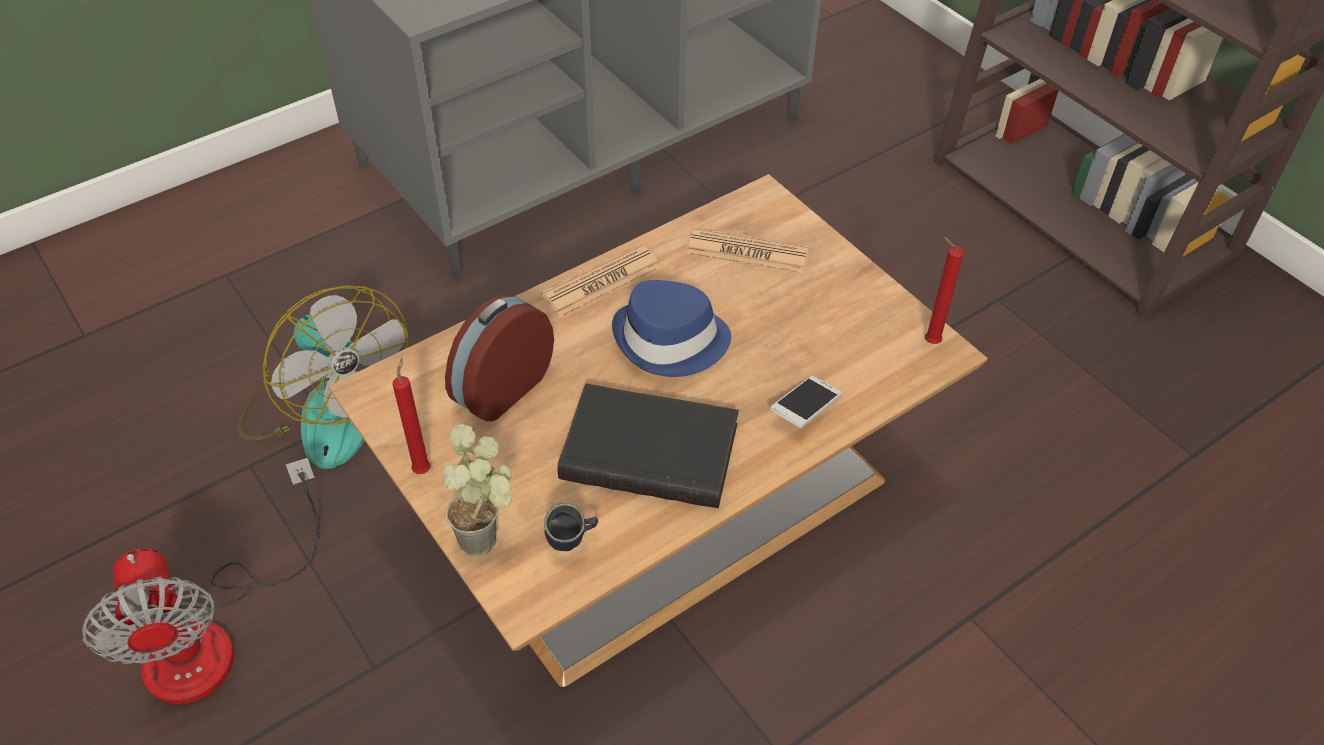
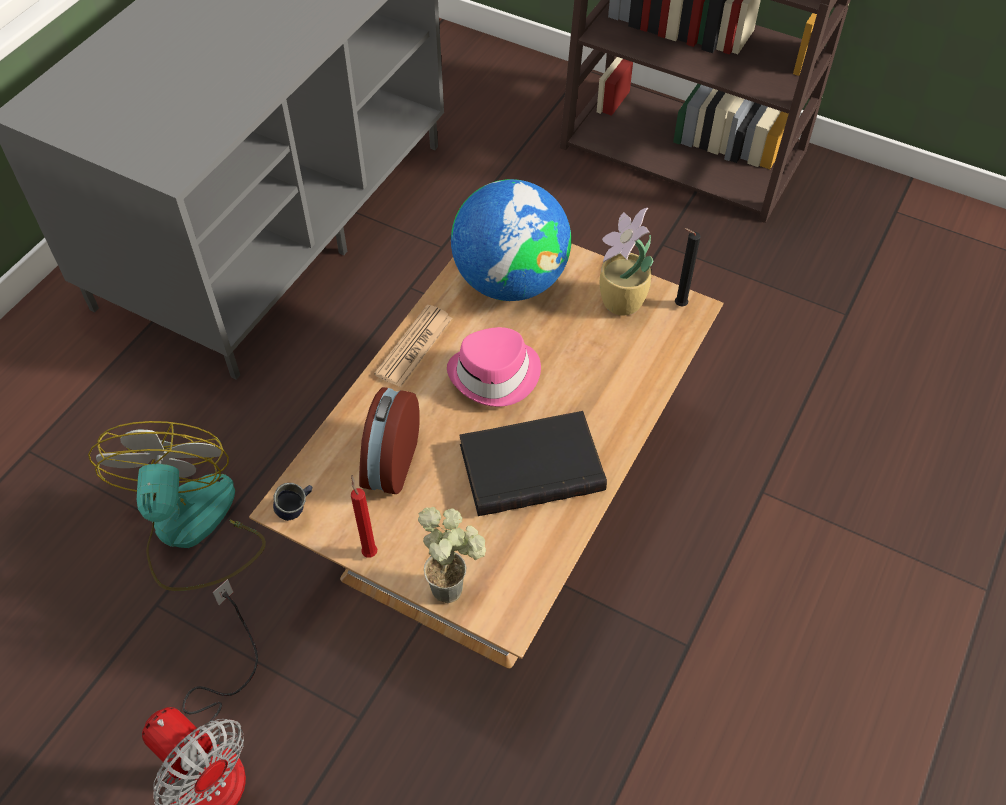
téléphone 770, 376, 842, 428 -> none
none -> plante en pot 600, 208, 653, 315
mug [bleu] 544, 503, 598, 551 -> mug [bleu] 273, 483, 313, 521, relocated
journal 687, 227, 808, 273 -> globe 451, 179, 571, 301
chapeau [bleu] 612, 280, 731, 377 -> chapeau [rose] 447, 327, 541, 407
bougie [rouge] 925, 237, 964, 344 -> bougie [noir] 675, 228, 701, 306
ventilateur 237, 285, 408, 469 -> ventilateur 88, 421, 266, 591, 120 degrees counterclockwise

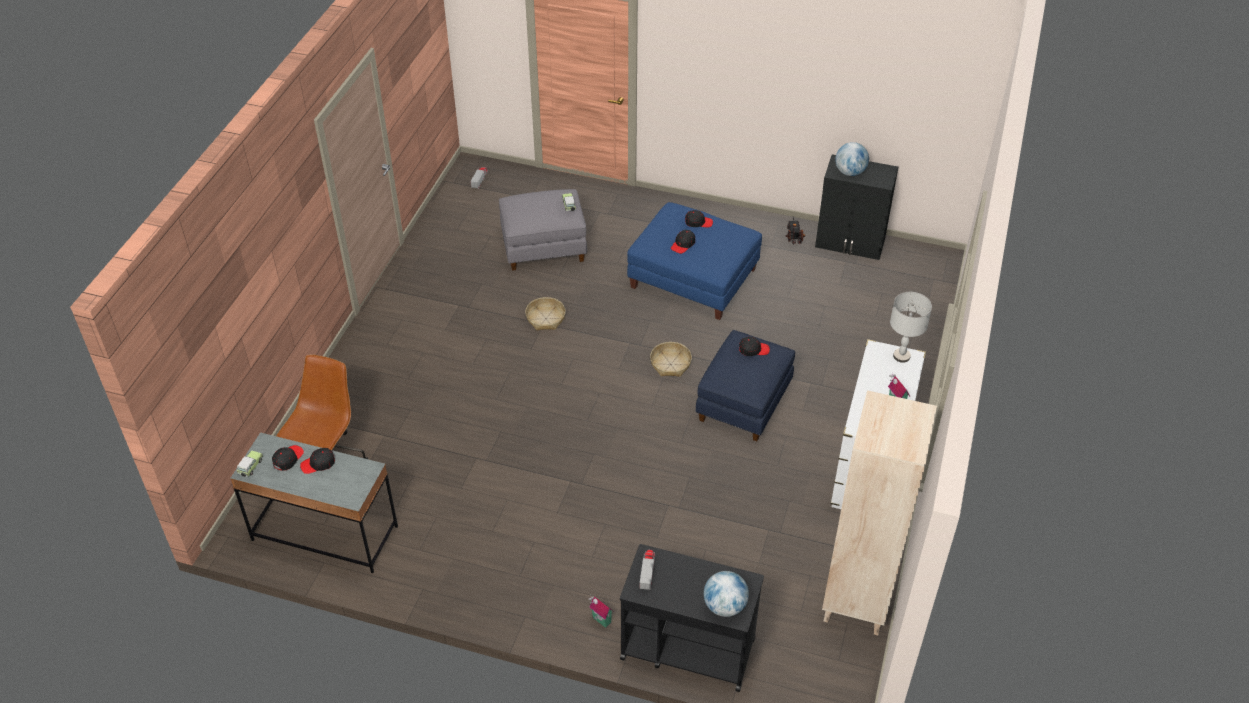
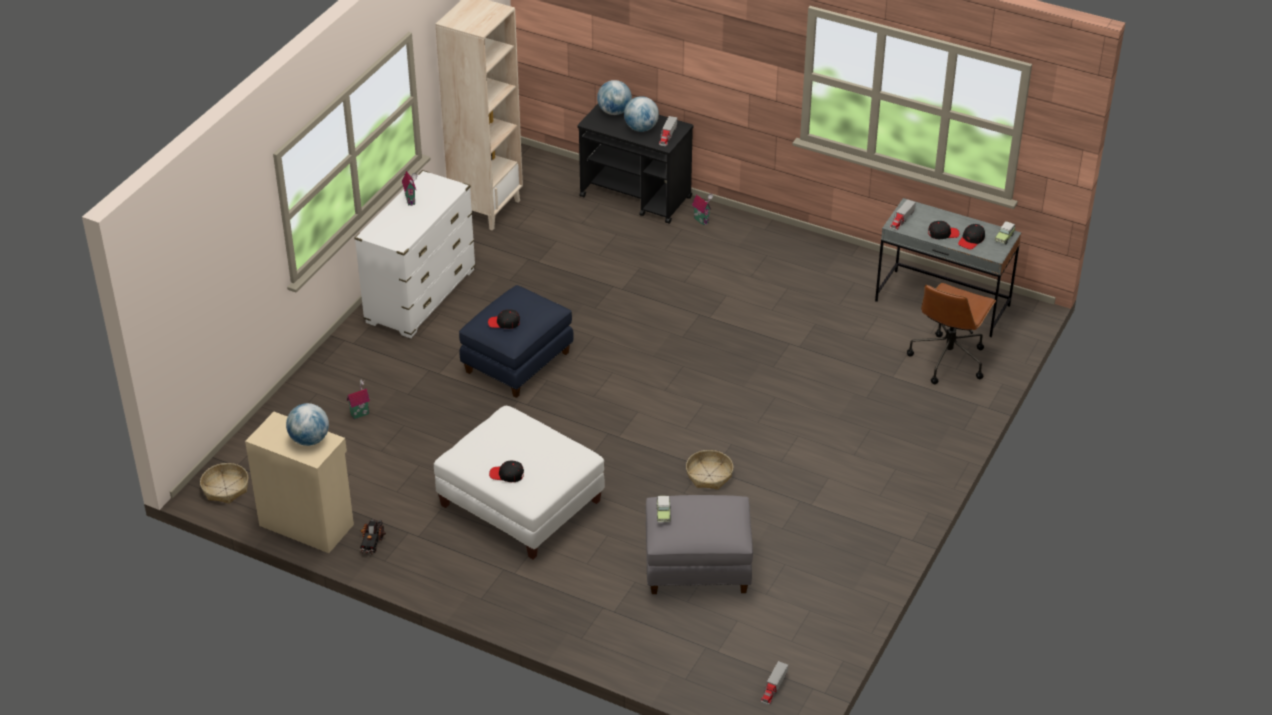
casquette [noir] 671, 230, 695, 254 -> none
lampe de table [gris] 890, 292, 932, 363 -> none
none -> maison miniature 347, 379, 370, 419
none -> globe 624, 96, 659, 132
none -> camion jouet 890, 199, 916, 231
panier 650, 342, 692, 377 -> panier 200, 463, 248, 504, relocated
pouf [bleu] 627, 202, 762, 320 -> pouf [blanc] 434, 406, 605, 559
meuble de rangement [noir] 815, 154, 898, 260 -> meuble de rangement [beige] 245, 412, 354, 553

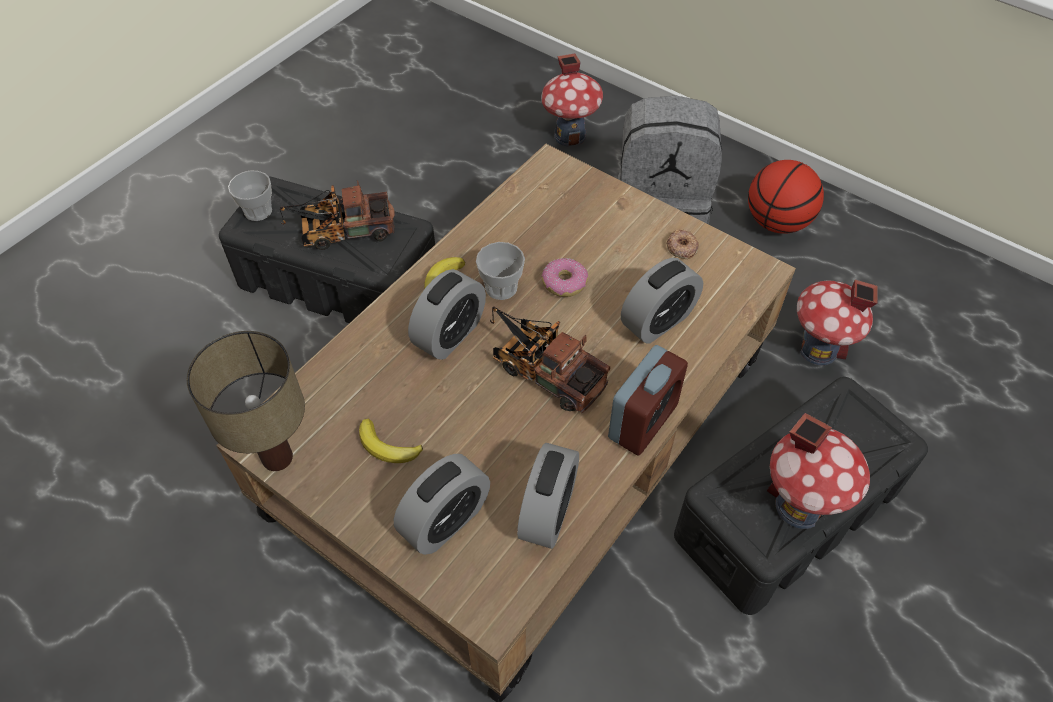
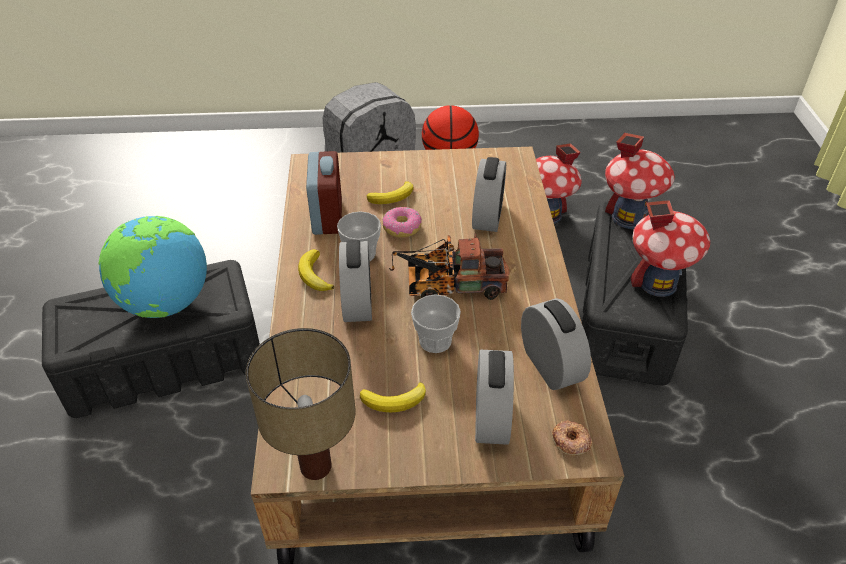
none -> banane 367, 181, 413, 204
tasse 228, 170, 272, 221 -> tasse 411, 294, 461, 353, relocated
maison miniature 541, 54, 603, 147 -> maison miniature 605, 133, 675, 229, relocated
réveil 608, 345, 688, 455 -> réveil 306, 151, 342, 235, relocated
beignet 666, 230, 699, 259 -> beignet 552, 420, 592, 456, relocated
camion jouet 280, 180, 395, 250 -> globe 99, 216, 207, 318

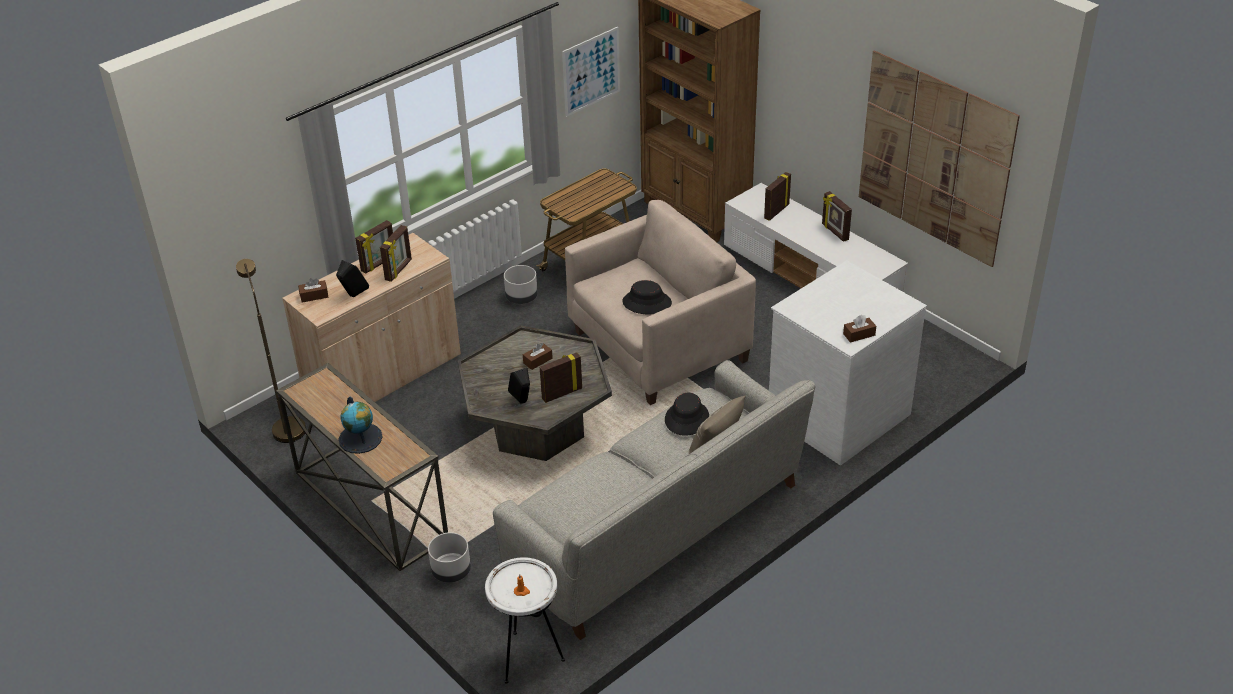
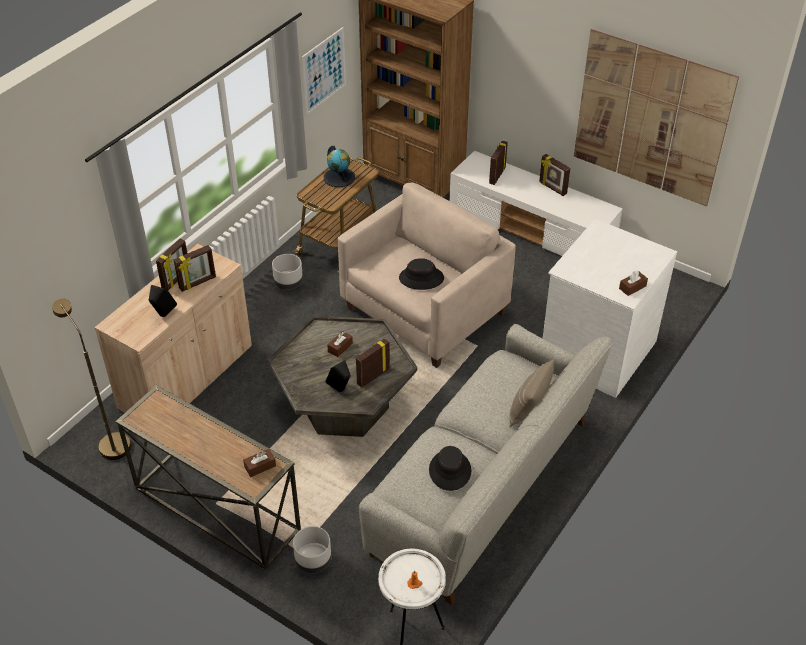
boîte à mouchoirs [marron] 298, 278, 328, 302 -> boîte à mouchoirs [marron] 243, 449, 276, 477, relocated
globe 339, 397, 383, 454 -> globe 324, 146, 355, 187, relocated
chapeau [noir] 665, 393, 709, 436 -> chapeau [noir] 429, 446, 471, 491, relocated
cadre photo 380, 225, 412, 282 -> cadre photo 173, 245, 216, 292, 45 degrees clockwise

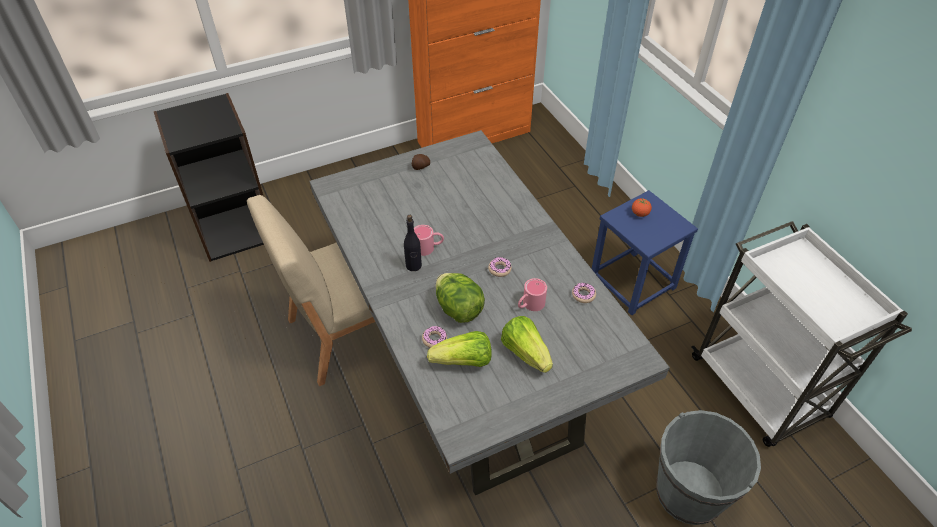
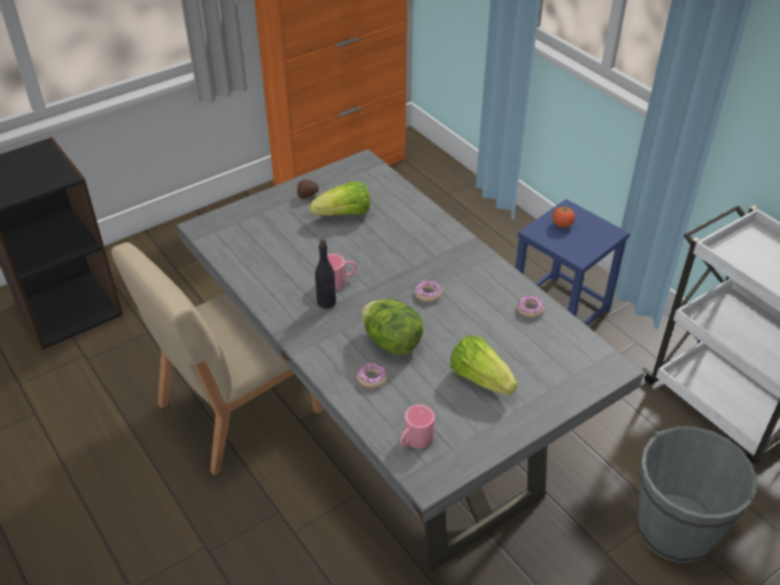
laitue 427, 331, 492, 367 -> laitue 310, 181, 371, 216, relocated
mug [rose] 518, 278, 547, 311 -> mug [rose] 400, 405, 435, 448, relocated

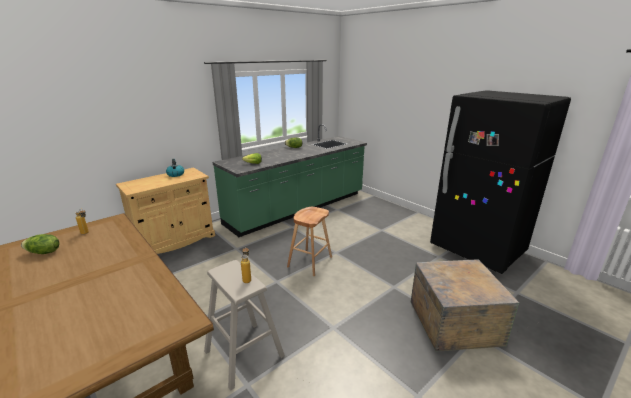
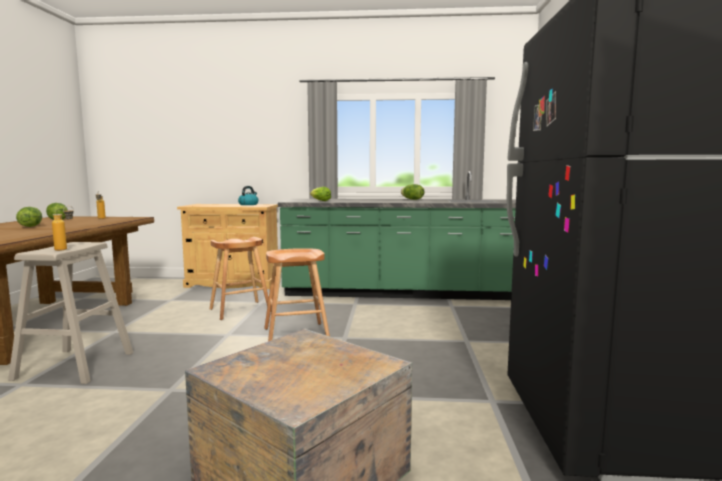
none -> laitue 16, 207, 42, 227
none -> tabouret [marron] 210, 237, 269, 320

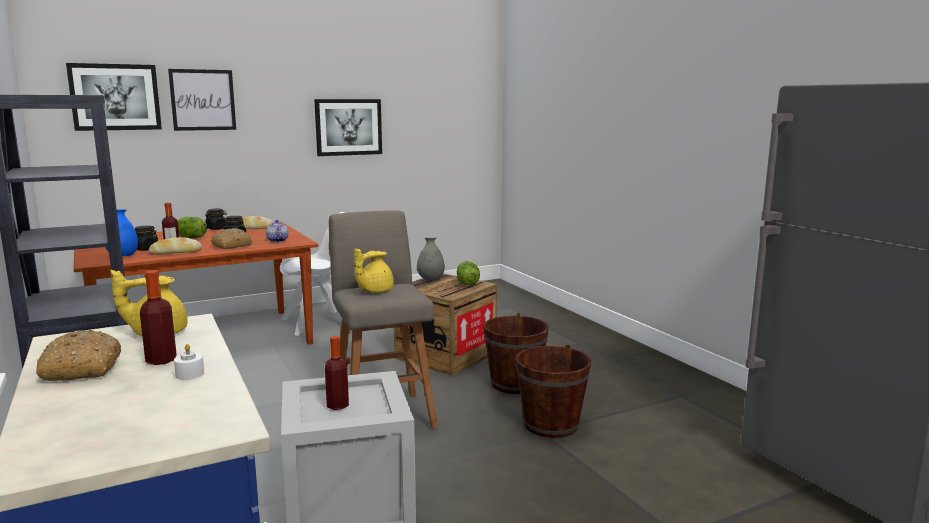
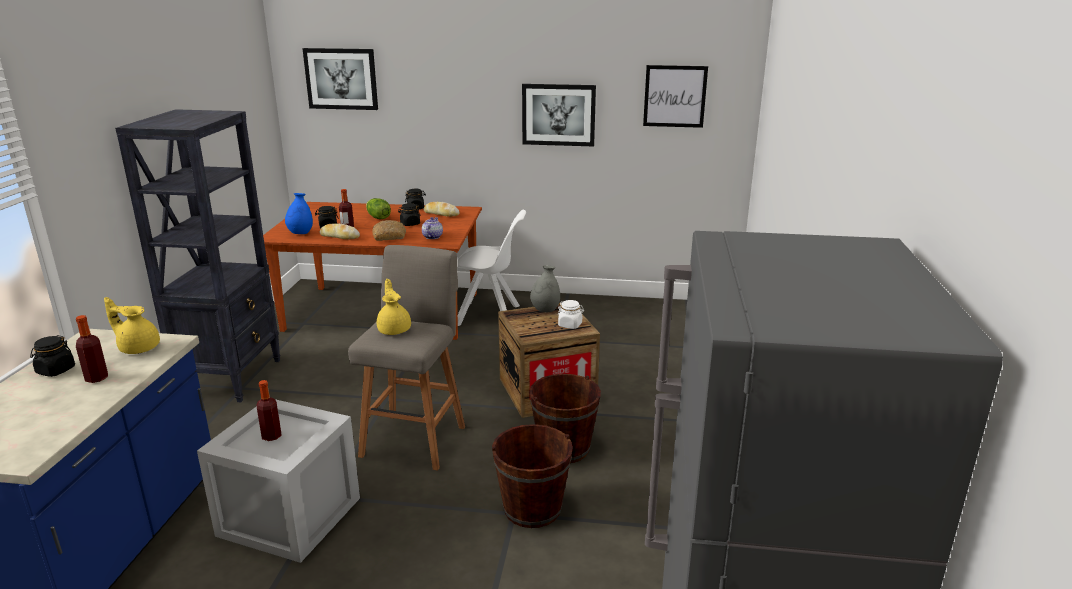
bougie [blanc] 174, 344, 204, 380 -> none
tableau 168, 69, 236, 131 -> tableau 643, 65, 708, 128, relocated
pain 36, 330, 121, 381 -> bocal [noir] 30, 335, 75, 377
laitue 457, 261, 480, 285 -> bocal [blanc] 557, 300, 584, 329
théière [jaune] 354, 248, 394, 293 -> théière [jaune] 377, 279, 411, 335, 90 degrees clockwise

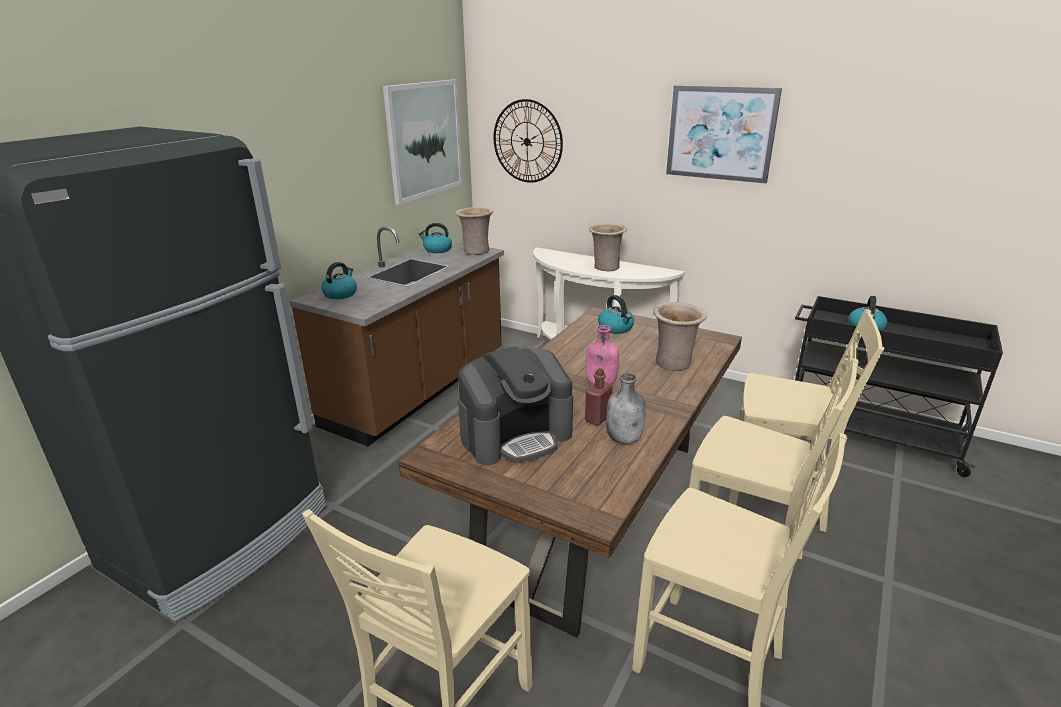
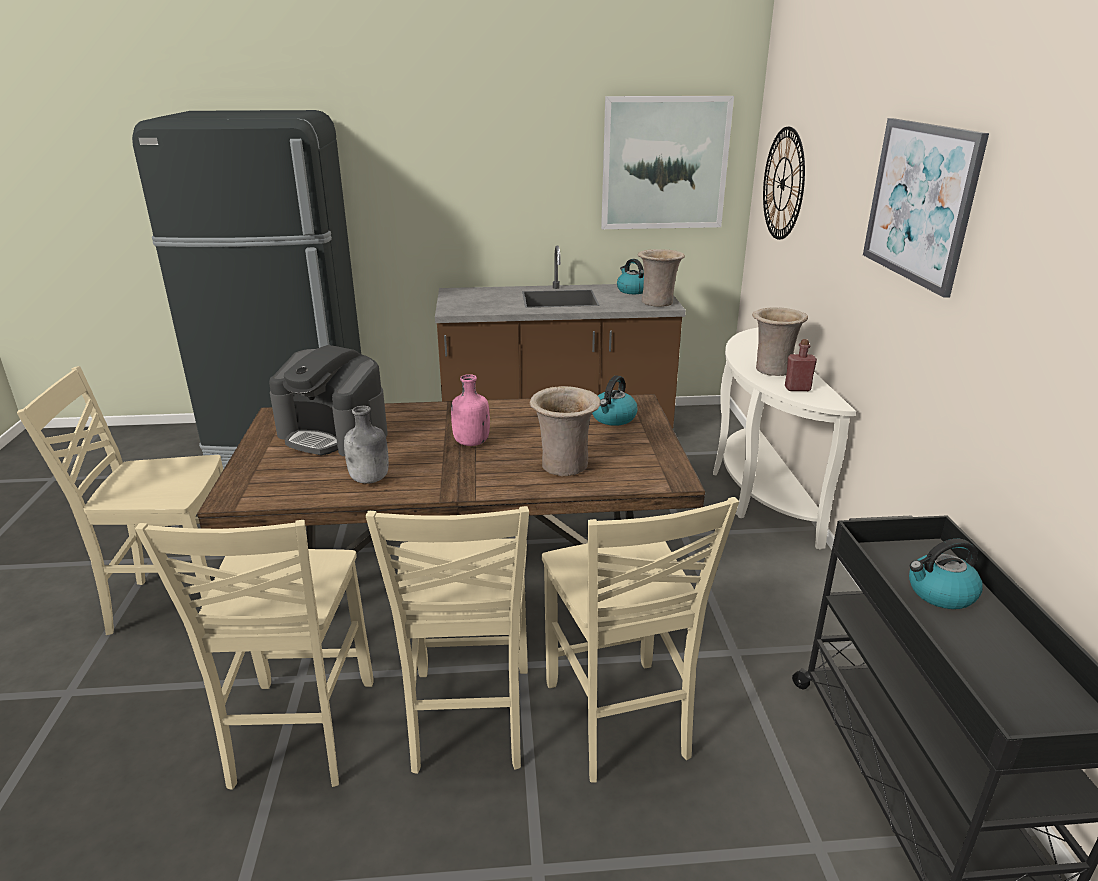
bouilloire 321, 262, 357, 299 -> none
bouteille [rouge] 585, 368, 613, 426 -> bouteille [rouge] 785, 339, 817, 391, relocated

